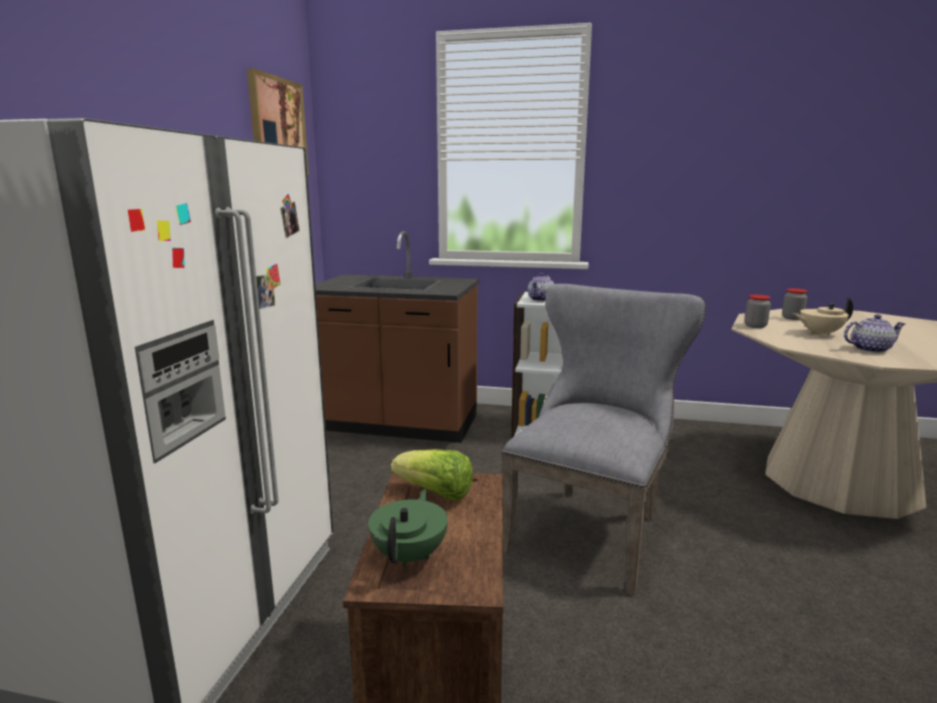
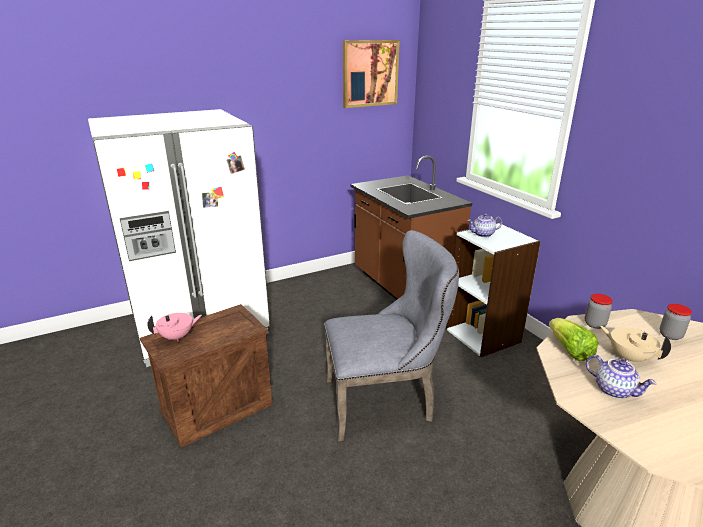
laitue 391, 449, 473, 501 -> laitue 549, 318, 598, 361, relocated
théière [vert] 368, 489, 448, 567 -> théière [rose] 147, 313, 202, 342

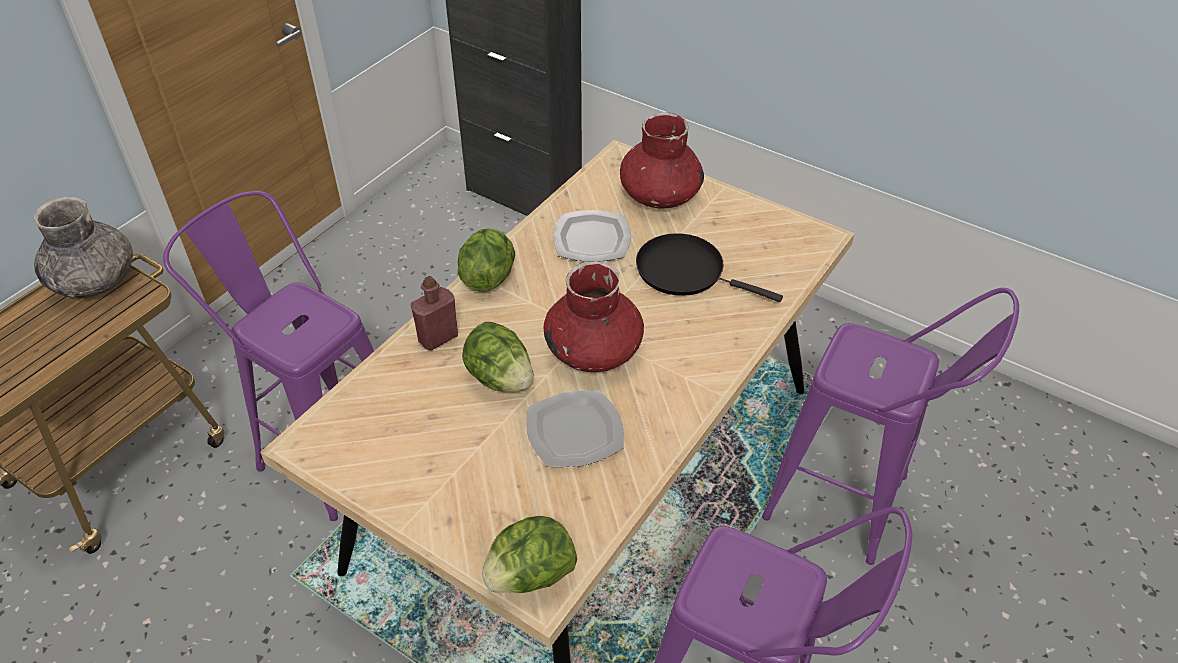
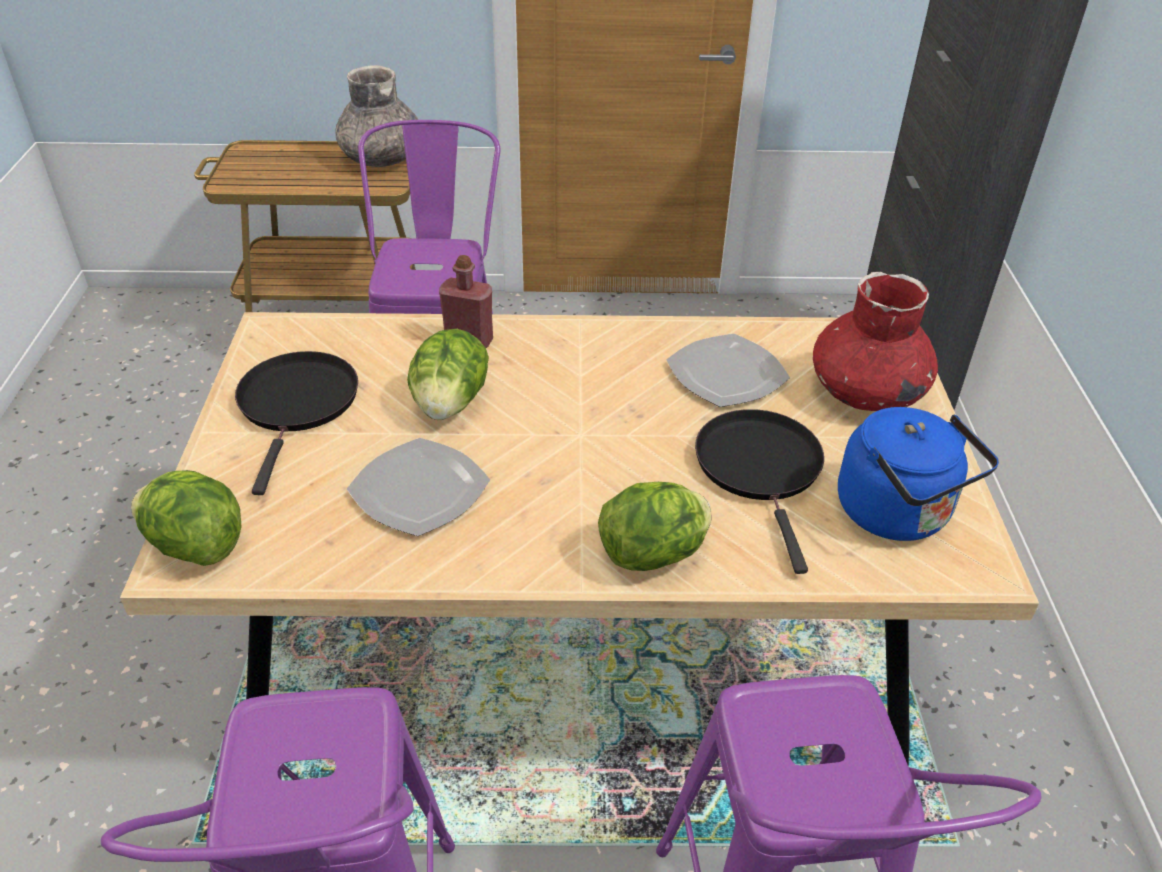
vase [rouge] 544, 261, 644, 372 -> none
none -> poêle [noir] 235, 351, 358, 495
none -> bouilloire [bleu] 838, 407, 999, 541
laitue 457, 228, 515, 292 -> laitue 598, 482, 711, 571, relocated

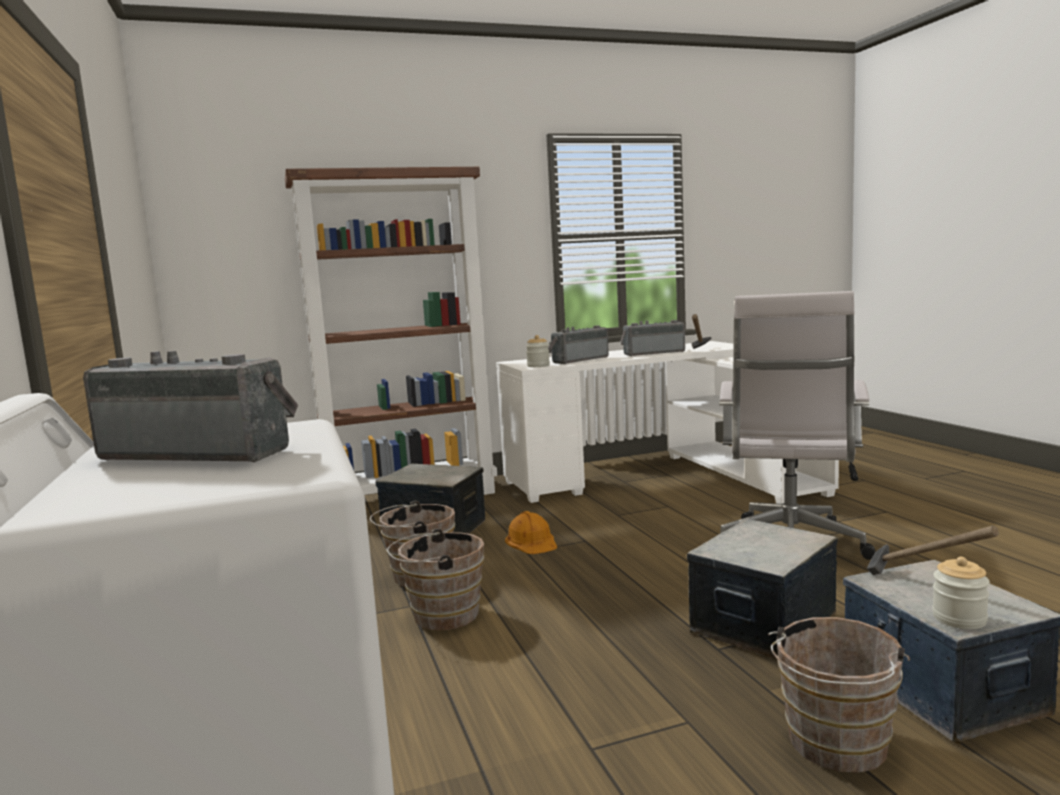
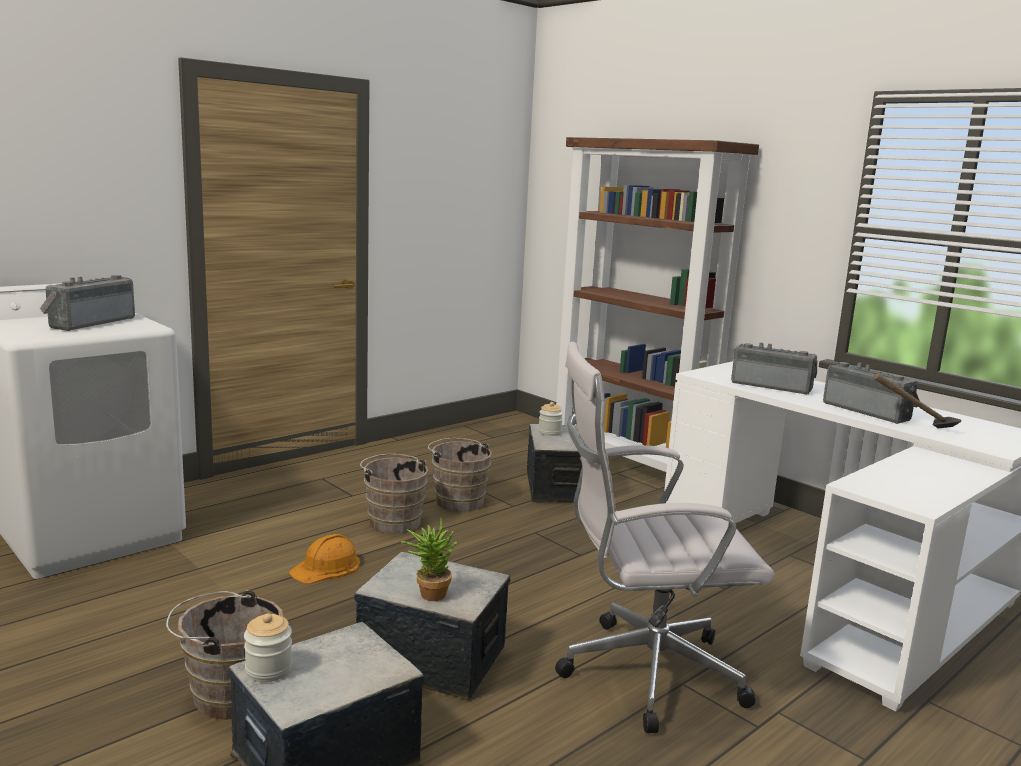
marteau 867, 525, 999, 575 -> none
none -> plante en pot 401, 519, 457, 601
casque de chantier [orange] 505, 511, 557, 554 -> casque de chantier [orange] 289, 534, 360, 584, relocated
bocal 526, 335, 550, 367 -> bocal 538, 402, 563, 436, relocated
radio 83, 351, 298, 462 -> radio 40, 275, 135, 331, 150 degrees counterclockwise

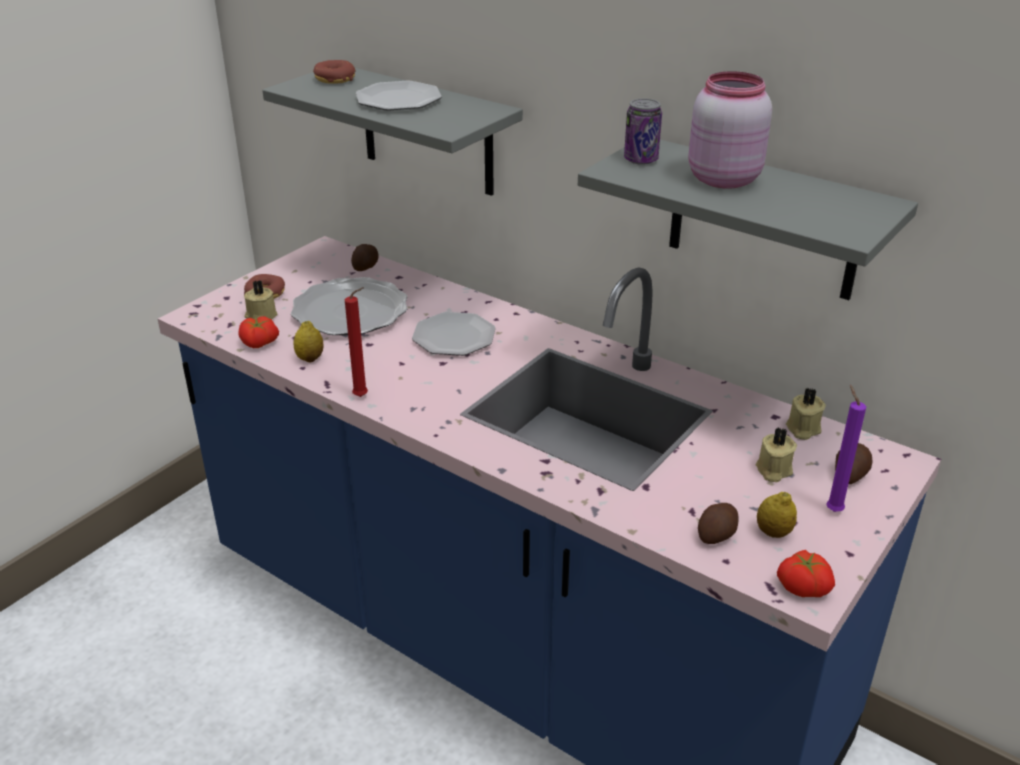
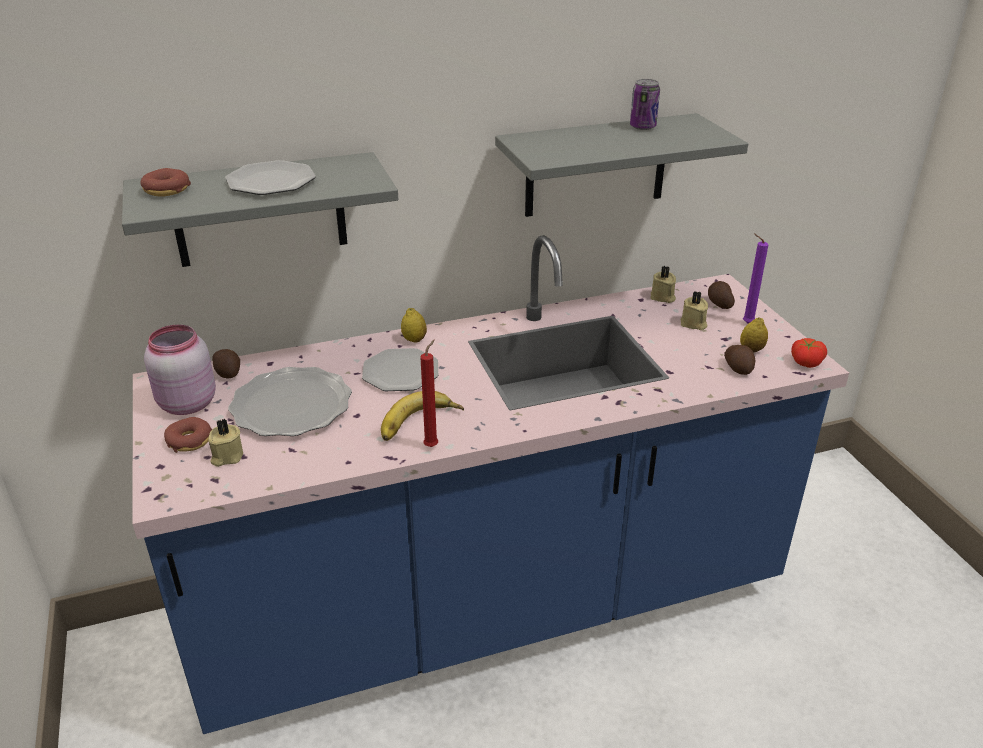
tomate 238, 316, 279, 348 -> none
none -> banane 381, 391, 464, 441
citron 293, 321, 324, 362 -> citron 401, 308, 427, 343, relocated
boîte métallique 624, 98, 662, 165 -> boîte métallique 630, 79, 660, 130, relocated
bocal [rose] 688, 71, 772, 189 -> bocal [rose] 144, 325, 216, 415, relocated

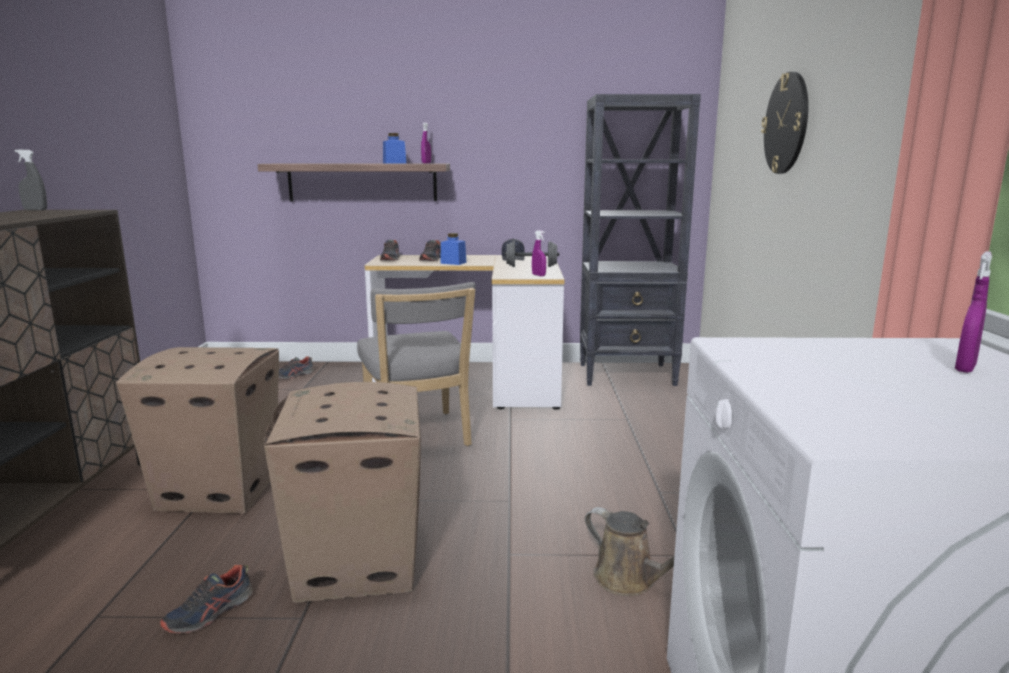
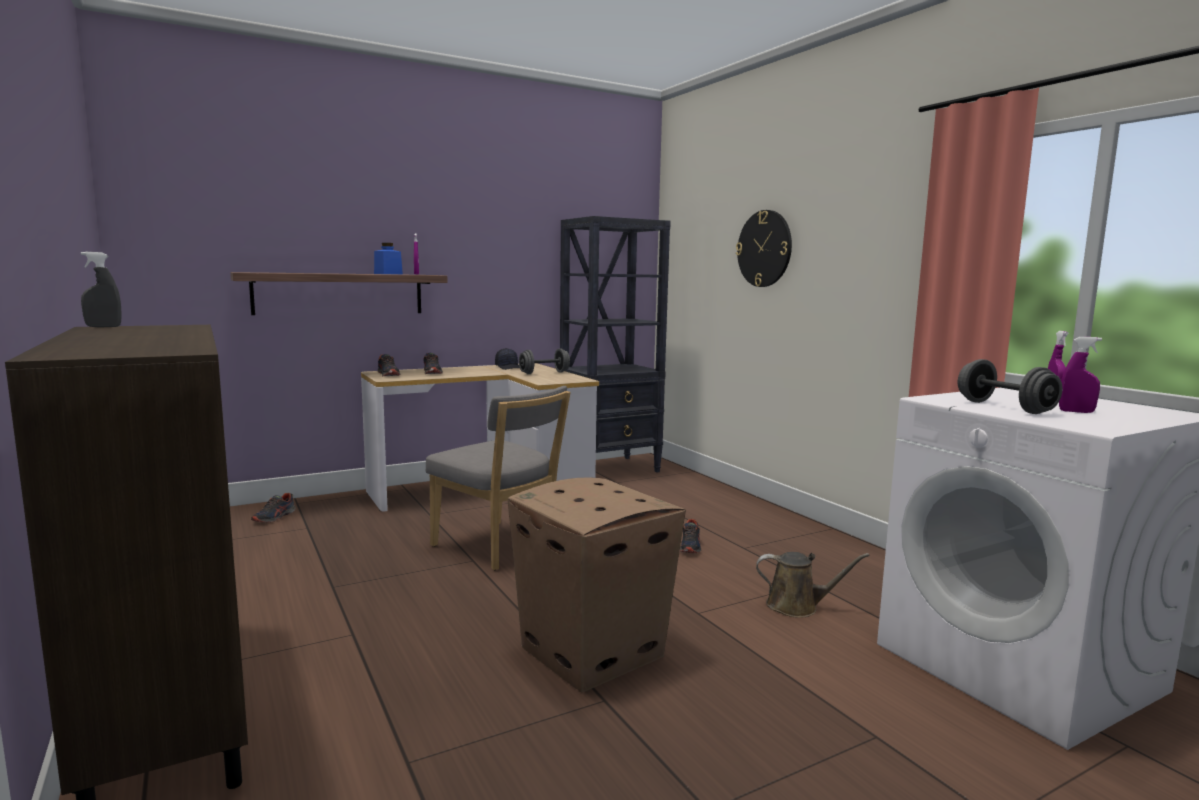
carton 116, 347, 279, 514 -> none
bocal [bleu] 440, 233, 467, 265 -> none
none -> haltère [gris] 958, 359, 1063, 414
chaussure 160, 565, 253, 633 -> chaussure 680, 519, 701, 553, relocated
vaporisateur [violet] 532, 230, 546, 276 -> vaporisateur [violet] 1059, 337, 1102, 413, relocated

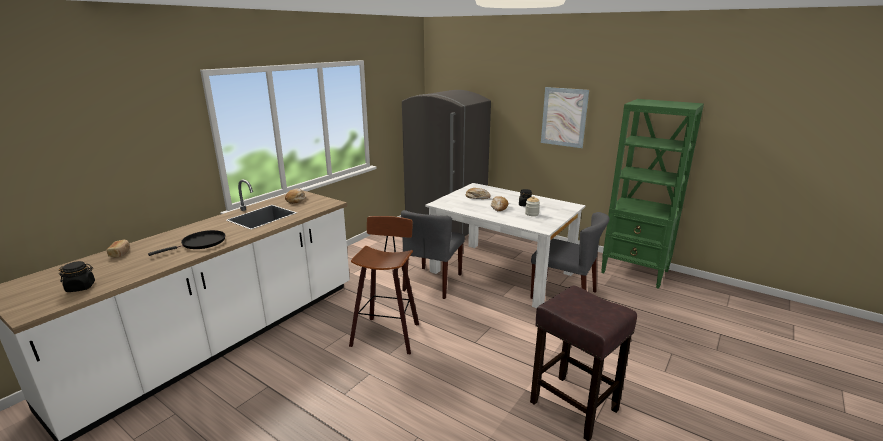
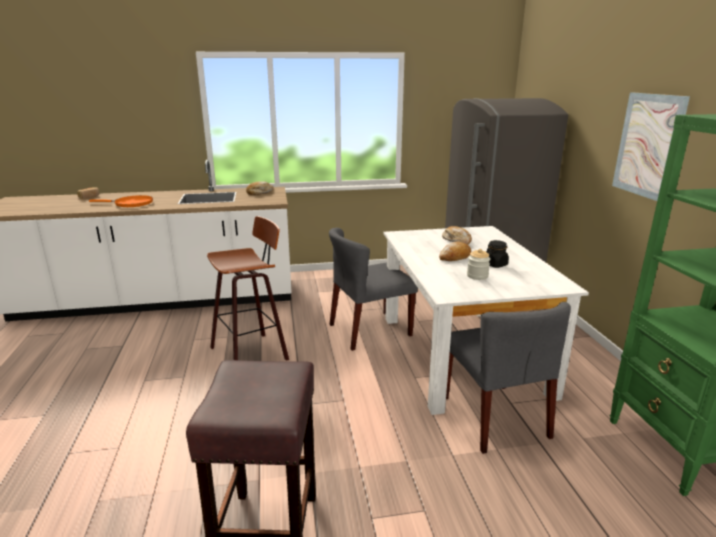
bocal [noir] 59, 261, 95, 292 -> none
poêle [noir] 148, 230, 225, 256 -> poêle [orange] 89, 195, 153, 207

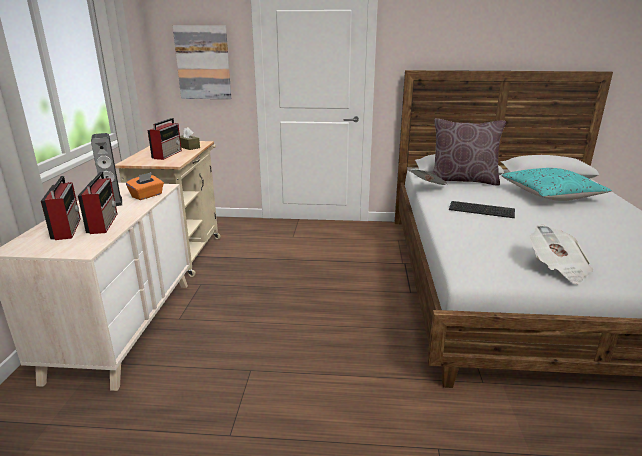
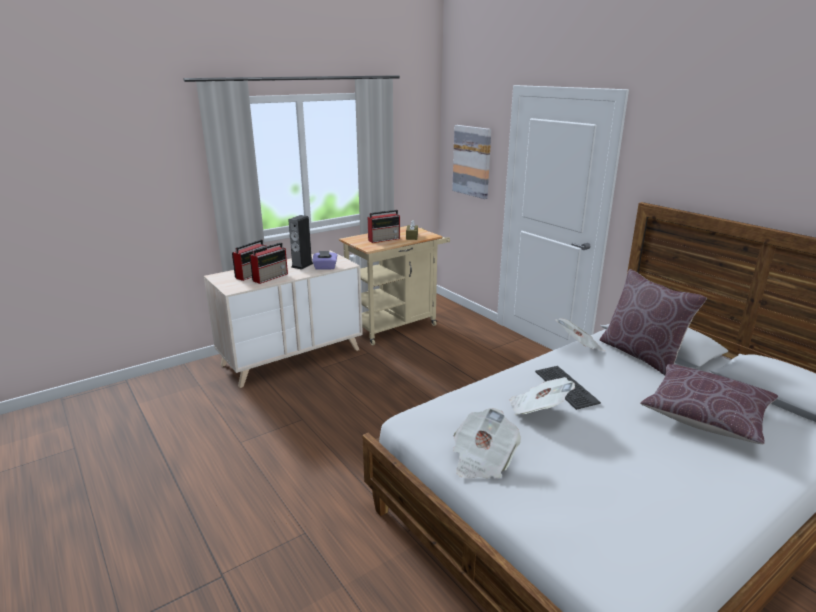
none -> journal 510, 377, 575, 415
boîte à mouchoirs [orange] 126, 172, 164, 200 -> boîte à mouchoirs [violet] 312, 251, 337, 270
coussin [turquoise] 501, 168, 612, 201 -> coussin [marron] 640, 364, 778, 444

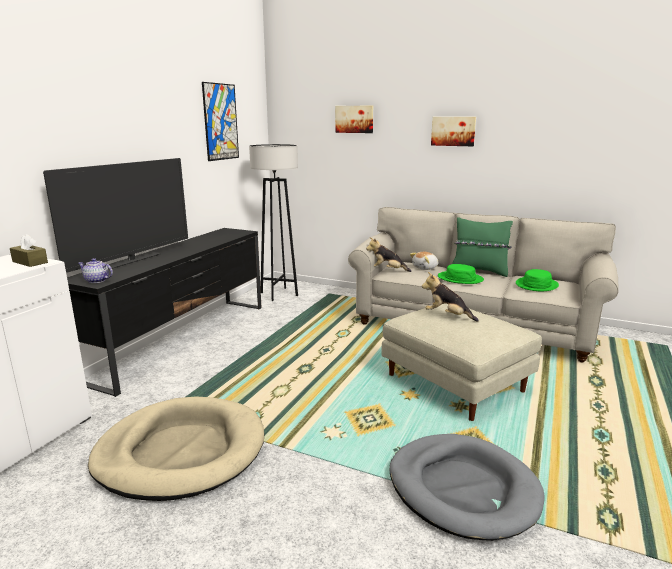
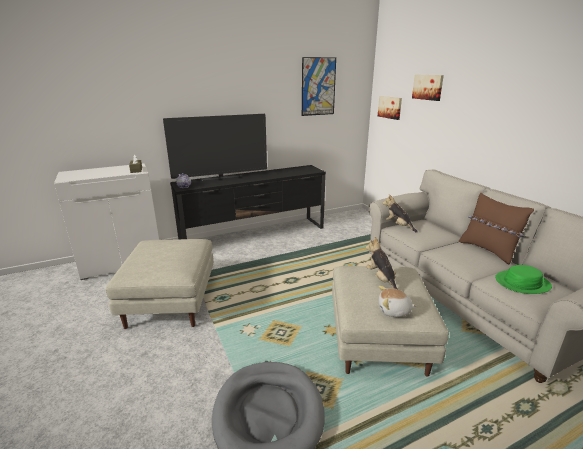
lampadaire [gris] 249, 144, 298, 301 -> none
chapeau [vert] 438, 264, 484, 284 -> none
peluche 410, 252, 438, 270 -> peluche 379, 286, 416, 317, relocated
tableau 431, 117, 476, 146 -> tableau 378, 96, 402, 120, relocated
panier pour chien [beige] 88, 396, 264, 501 -> pouf [beige] 106, 239, 214, 329
coussin [vert] 452, 217, 513, 277 -> coussin [marron] 459, 193, 534, 265

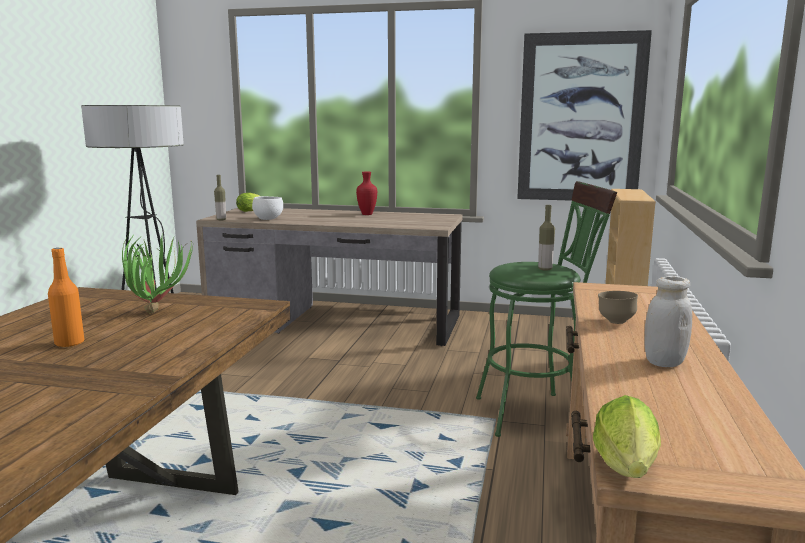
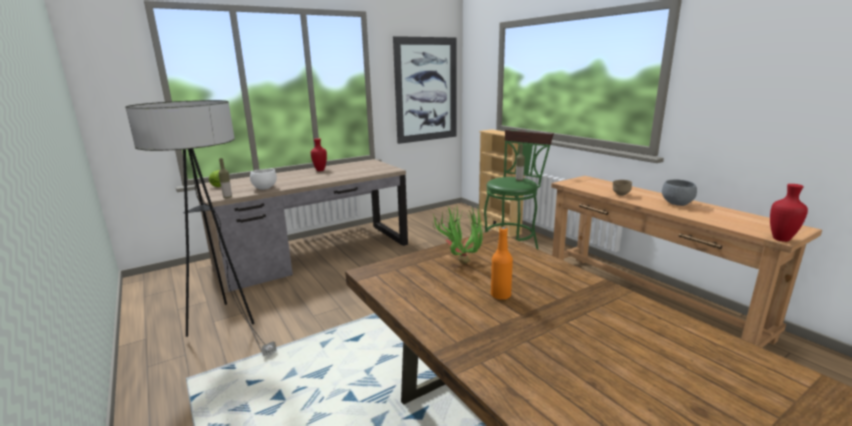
laitue 593, 395, 661, 478 -> vase [rouge] 770, 184, 808, 242
bocal [blanc] 644, 276, 692, 367 -> bol [gris] 662, 180, 697, 206

